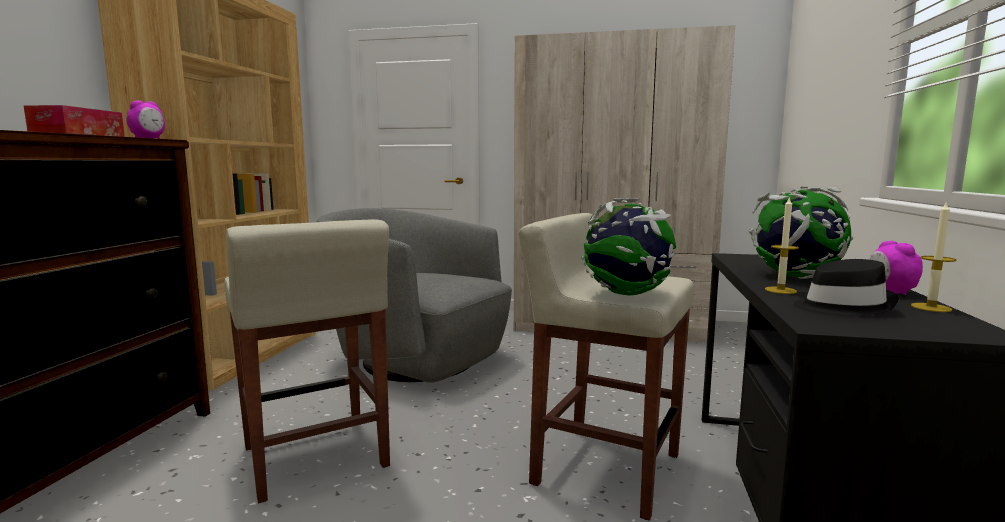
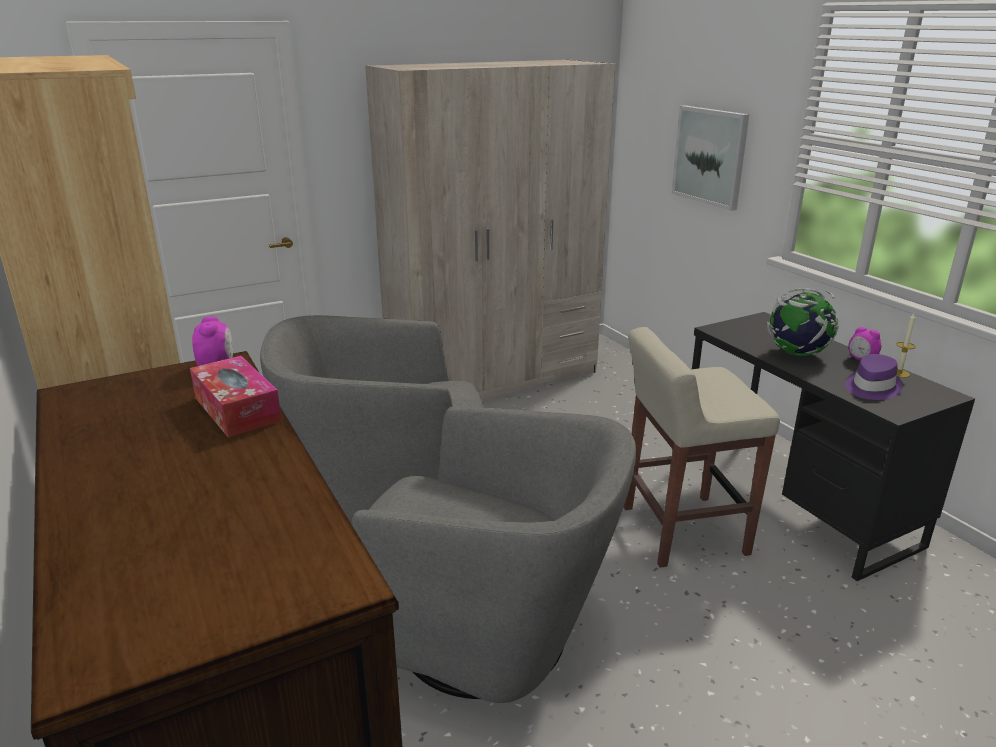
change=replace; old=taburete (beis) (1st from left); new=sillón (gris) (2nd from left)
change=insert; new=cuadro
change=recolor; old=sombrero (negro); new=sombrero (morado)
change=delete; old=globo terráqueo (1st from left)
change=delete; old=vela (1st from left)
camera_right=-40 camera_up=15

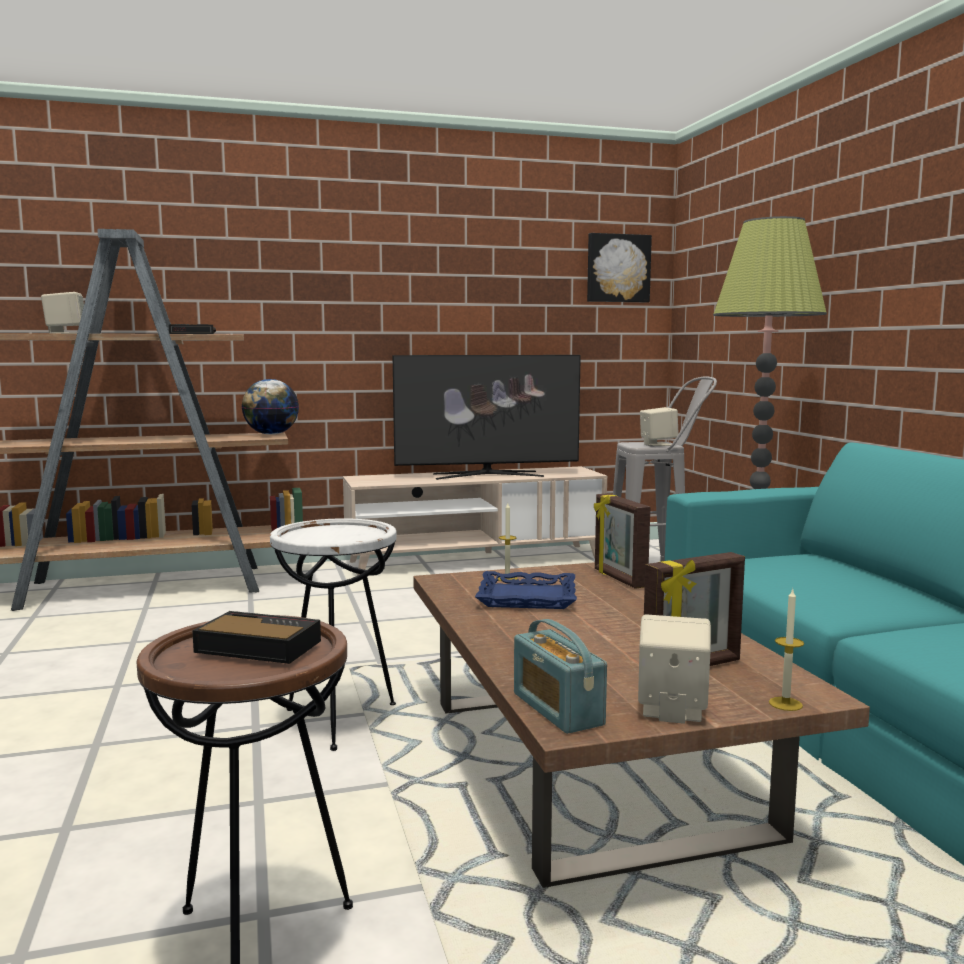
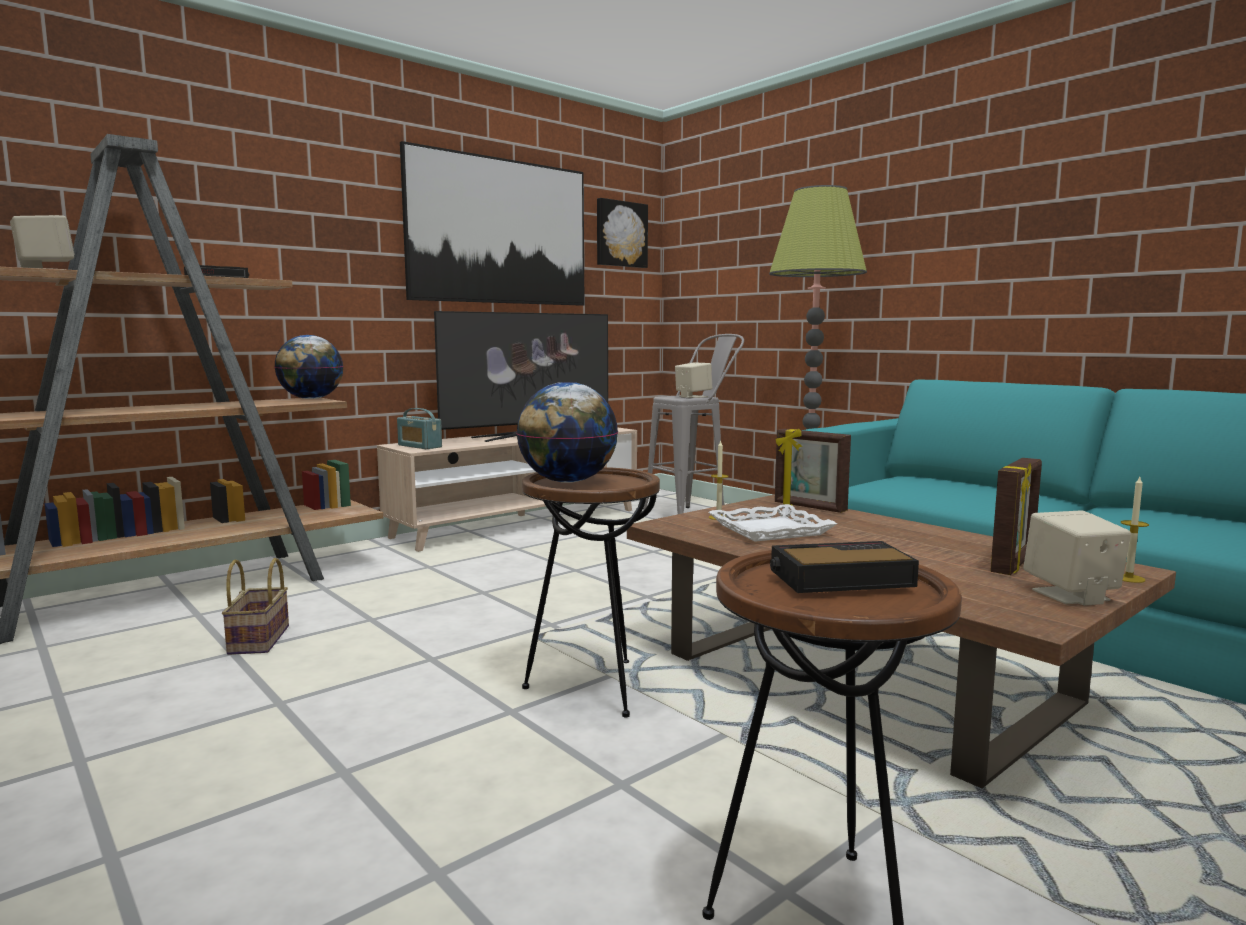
change=insert; new=cesta
change=move; old=radio
change=insert; new=cuadro (1st from left)
change=insert; new=globo terráqueo (2nd from left)
change=recolor; old=mesa auxiliar (blanco); new=mesa auxiliar (marrón) (1st from left)
change=recolor; old=bandeja (azul); new=bandeja (blanco)
camera_right=-25 camera_up=0

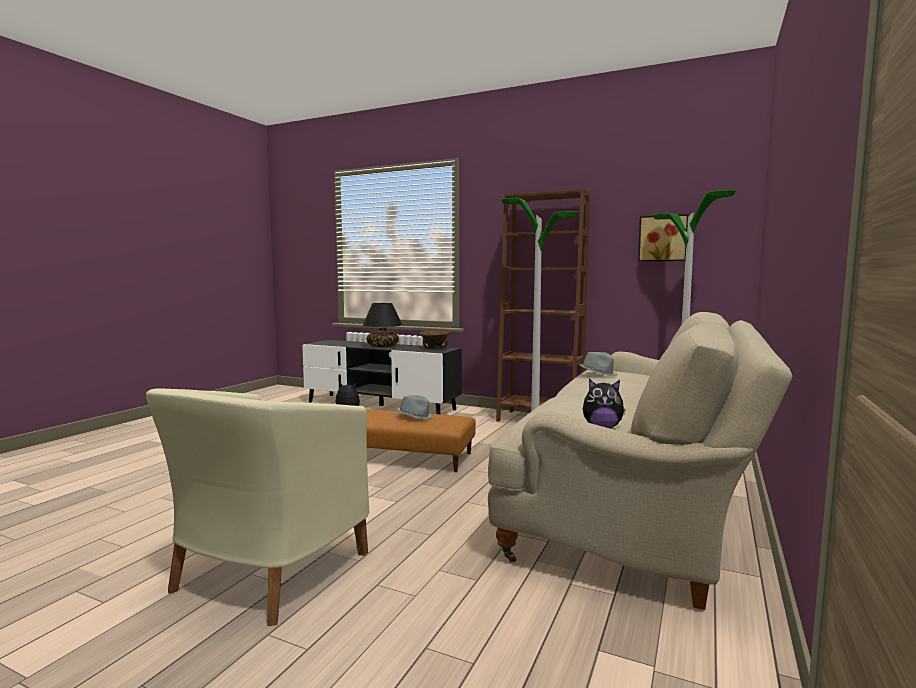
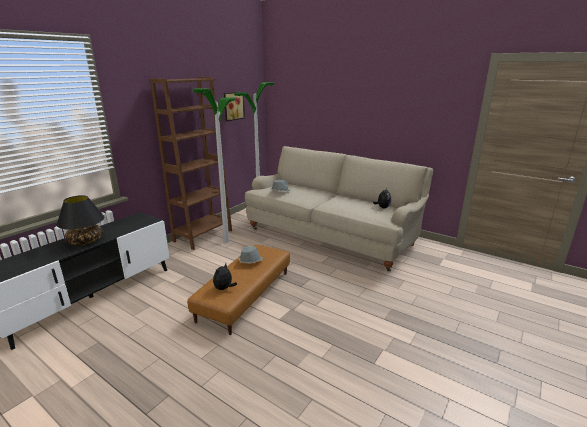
change=delete; old=sillón (beis)
change=delete; old=cuenco (marrón)
camera_right=-80 camera_up=15

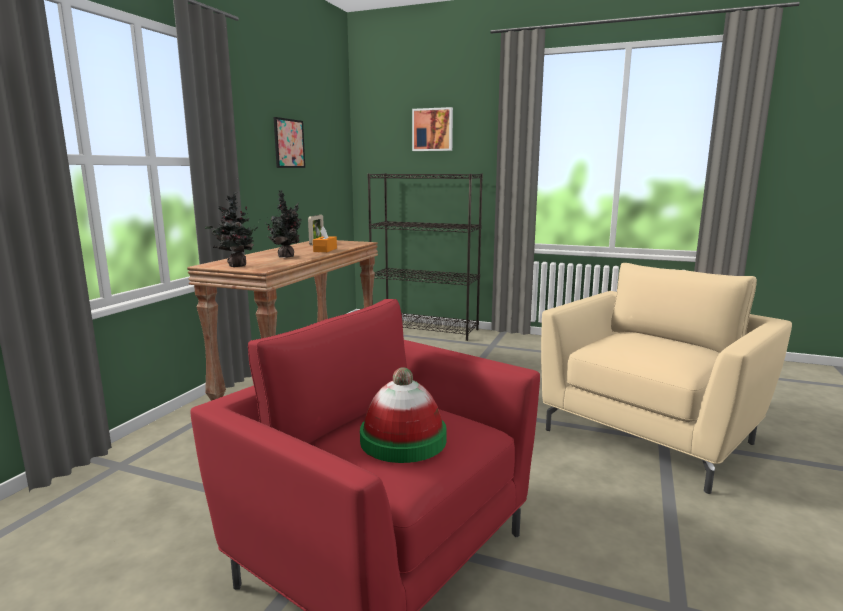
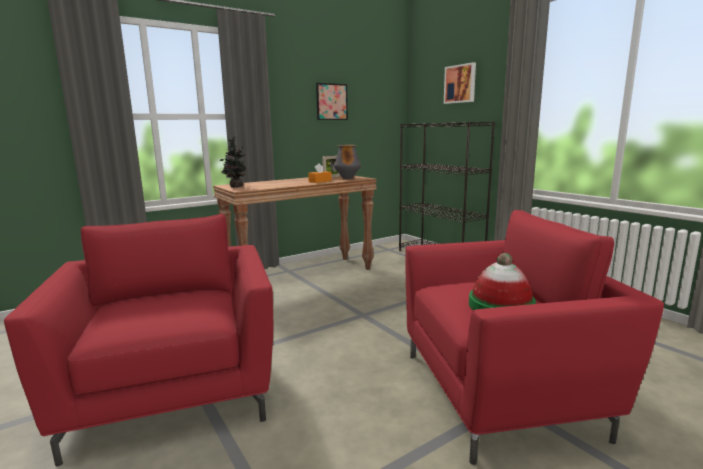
change=insert; new=florero
change=recolor; old=sillón (beis); new=sillón (rojo) (2nd from left)
change=move; old=sombrero
change=delete; old=planta en maceta (2nd from left)
camera_right=35 camera_up=0

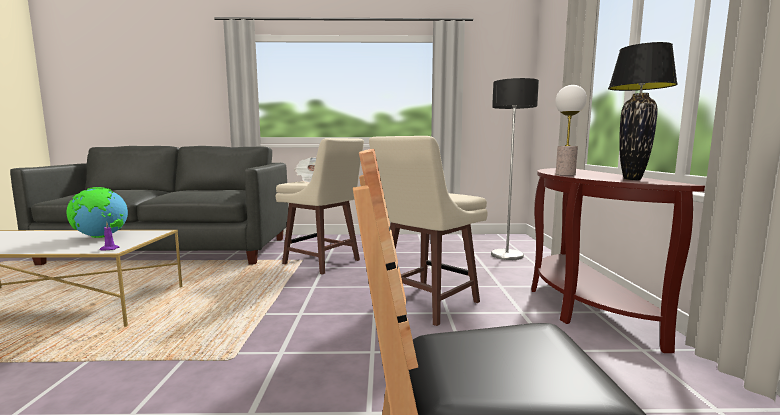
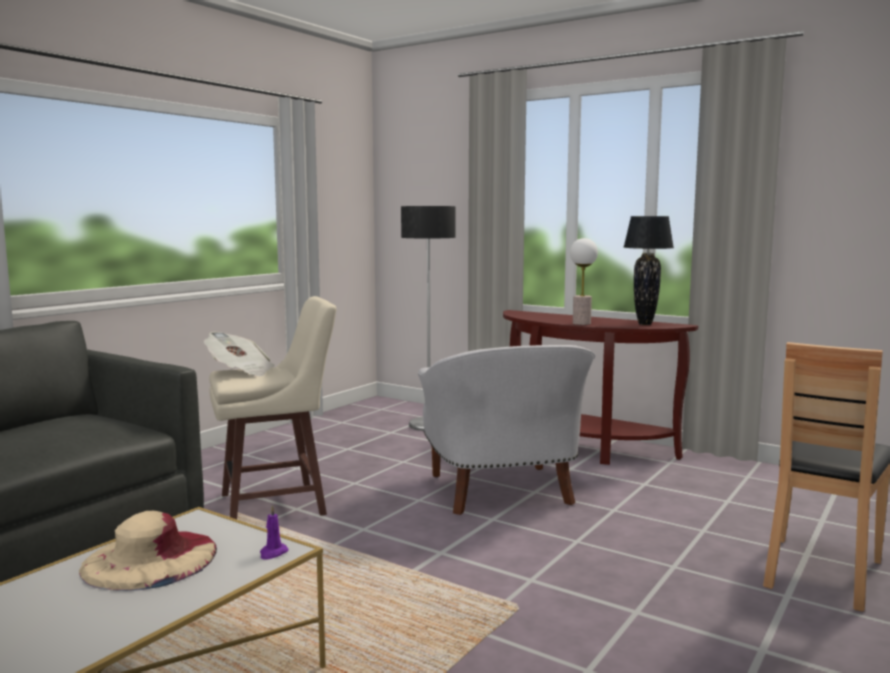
change=replace; old=globo terráqueo; new=sombrero (beis)
change=replace; old=taburete (beis) (2nd from left); new=sillón (blanco)
camera_right=-55 camera_up=0

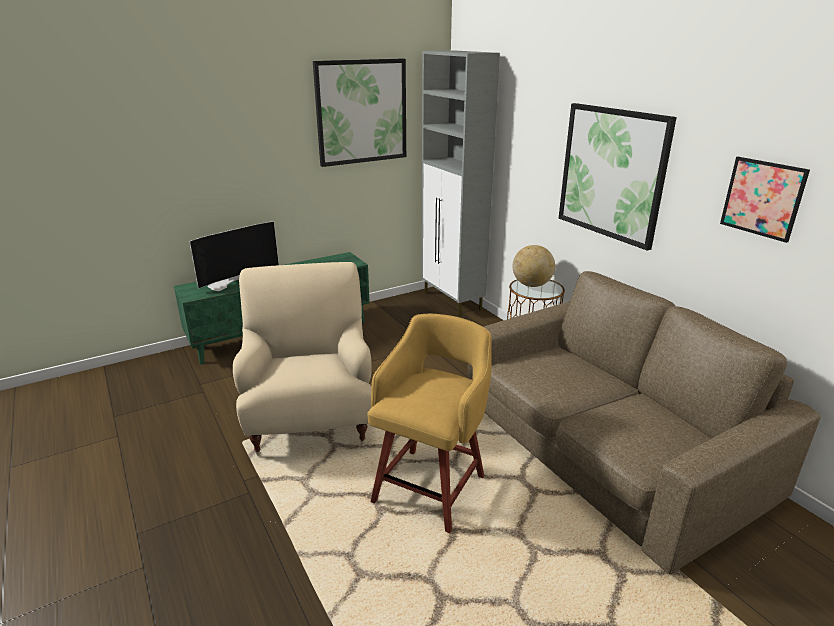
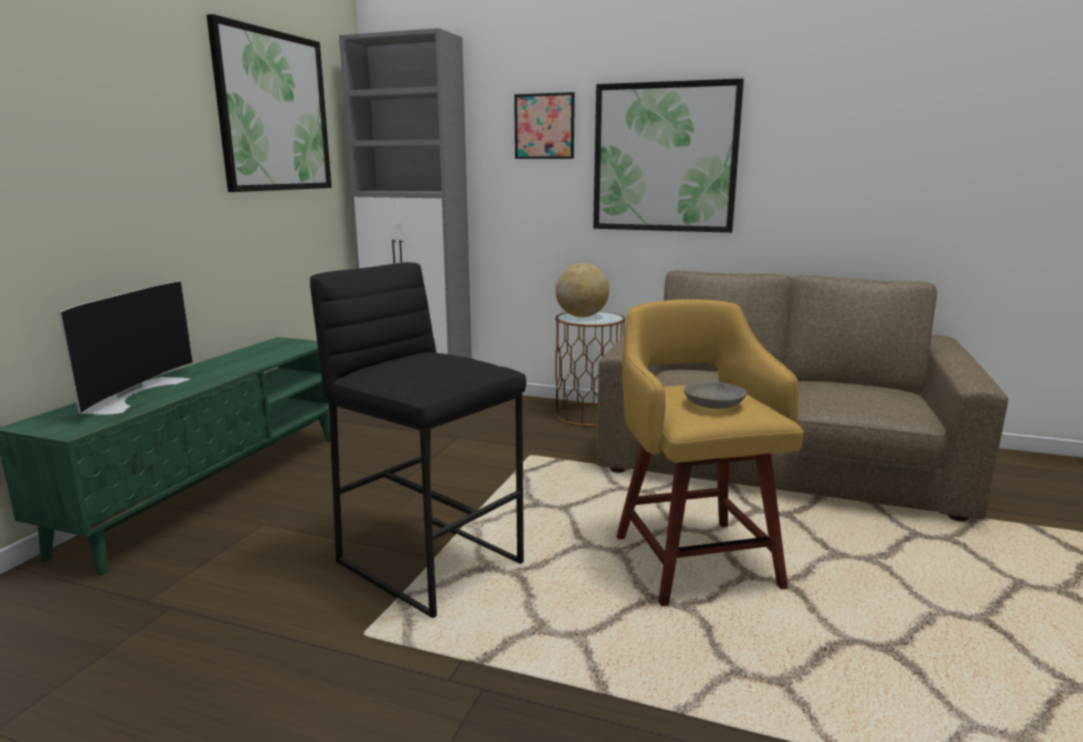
change=replace; old=sillón (beis); new=taburete (negro)
change=move; old=cuadro (3rd from left in the first image); new=cuadro (2nd from left)
change=insert; new=cuenco (gris)
camera_right=-40 camera_up=-10

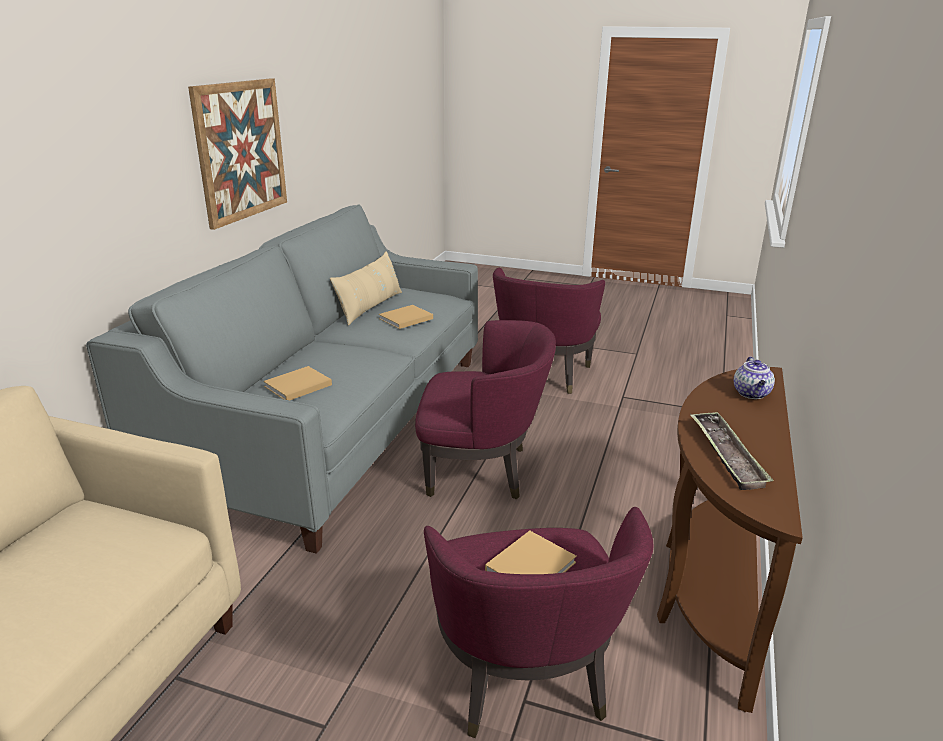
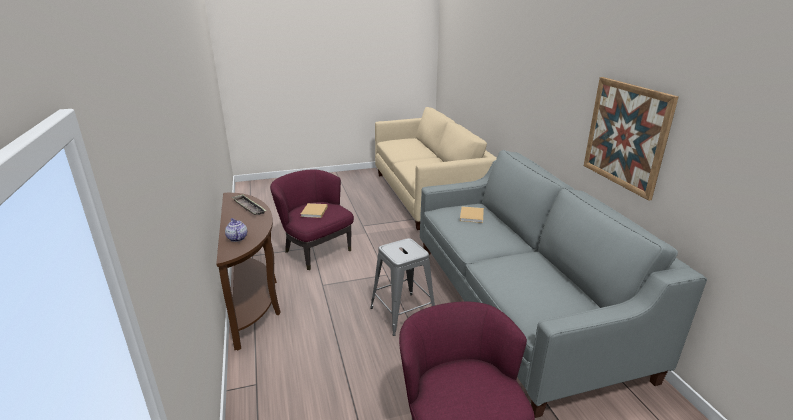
change=replace; old=sillón (morado) (1st from left); new=taburete (gris)
change=delete; old=cojín (beis)
change=delete; old=libro (beis) (2nd from left)
camera_right=145 camera_up=0

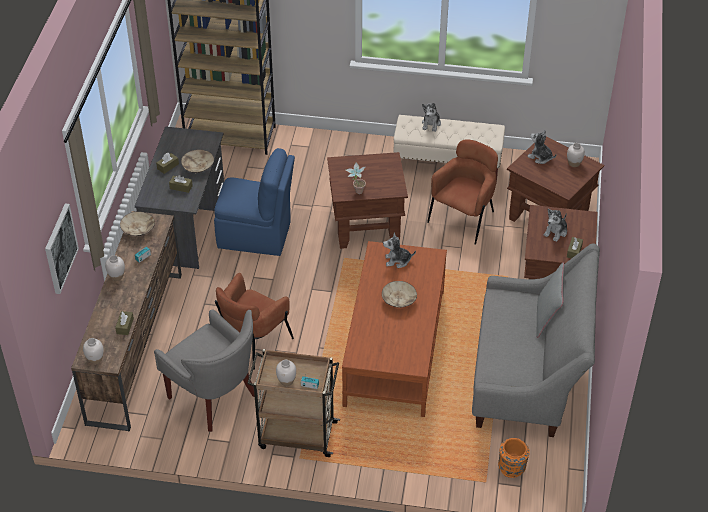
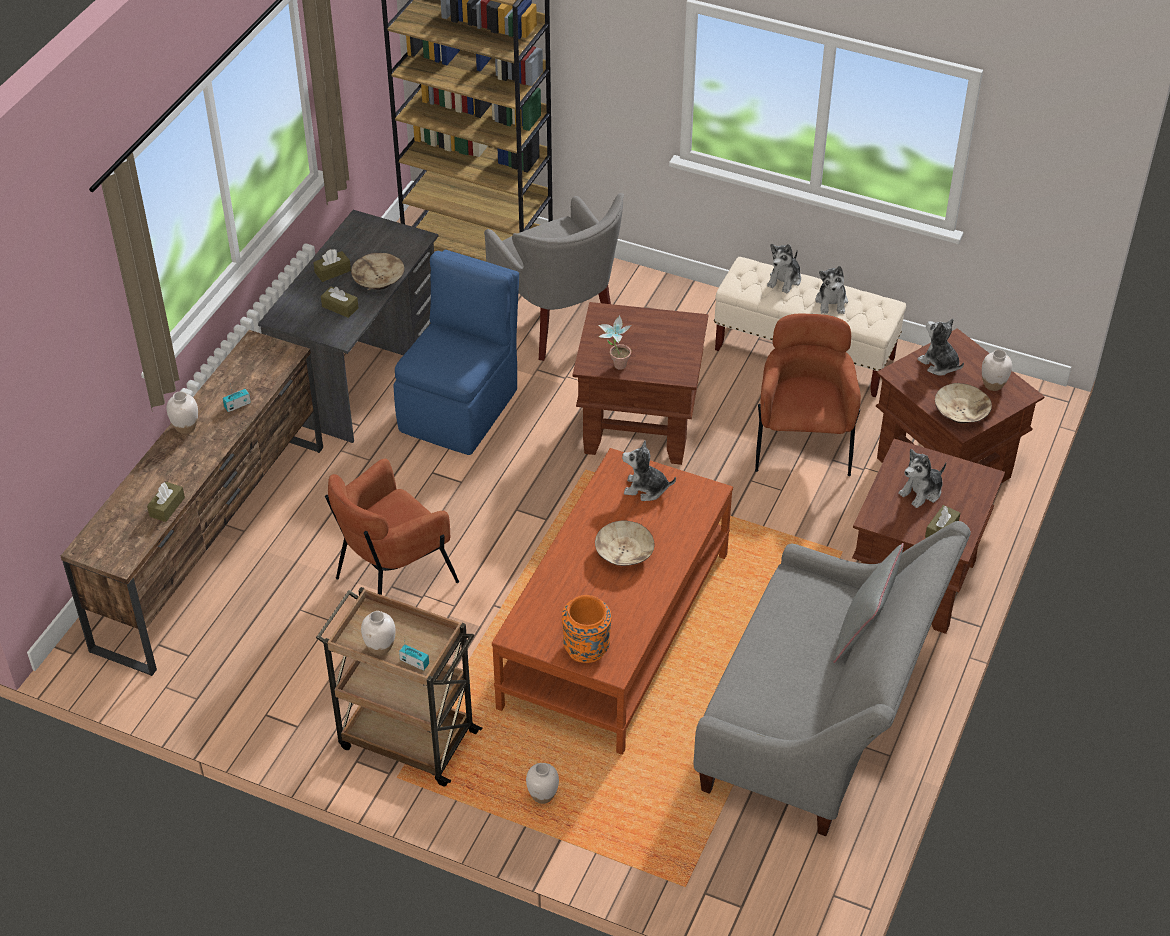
change=rotate; old=silla (azul); degrees=-90
change=move; old=sillón (gris)
change=move; old=florero (blanco) (1st from left in the first image); new=florero (blanco) (3rd from left)
change=move; old=florero (naranja)
change=rotate; old=sillón (marrón) (2nd from left); degrees=-45
change=insert; new=peluche (3rd from left)
change=move; old=cuenco (beis) (1st from left in the first image); new=cuenco (beis) (3rd from left)
change=delete; old=cuadro
camera_right=15 camera_up=0

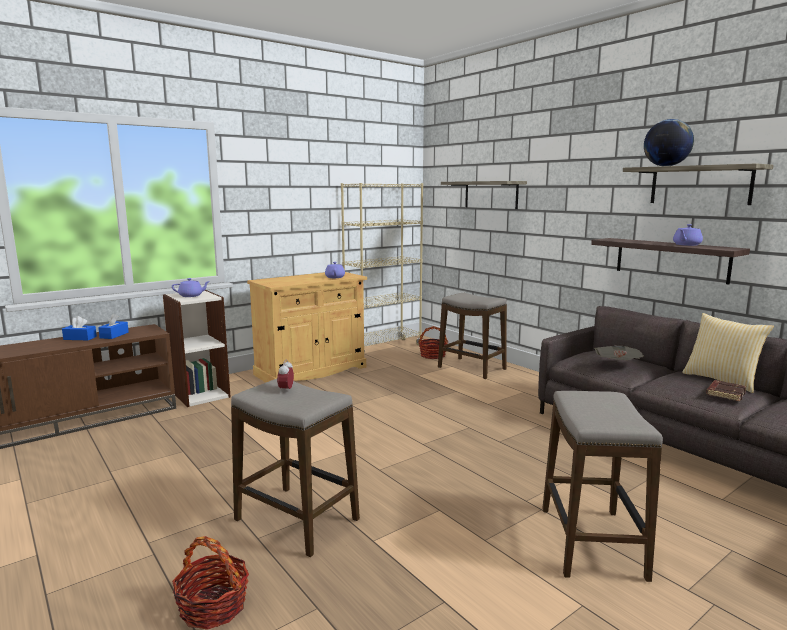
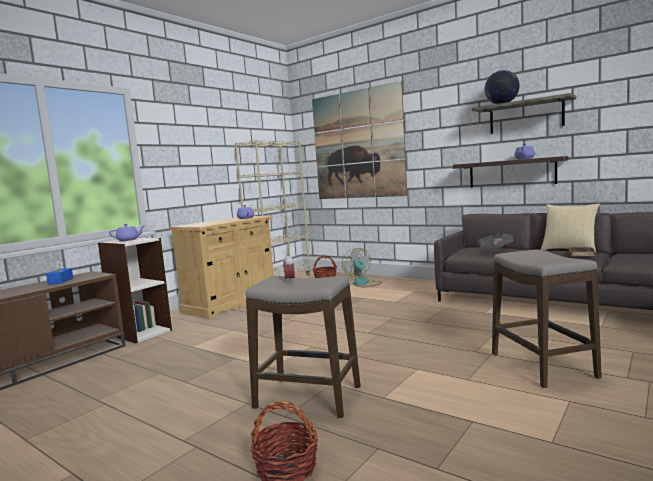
change=replace; old=estante (1st from left); new=cuadro
change=replace; old=taburete (2nd from left); new=ventilador
change=delete; old=caja de pañuelos (azul) (1st from left)
camera_right=-15 camera_up=-5

